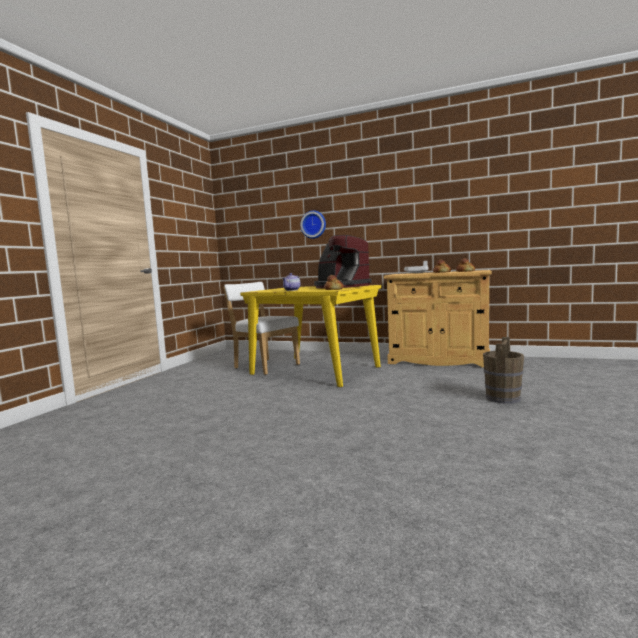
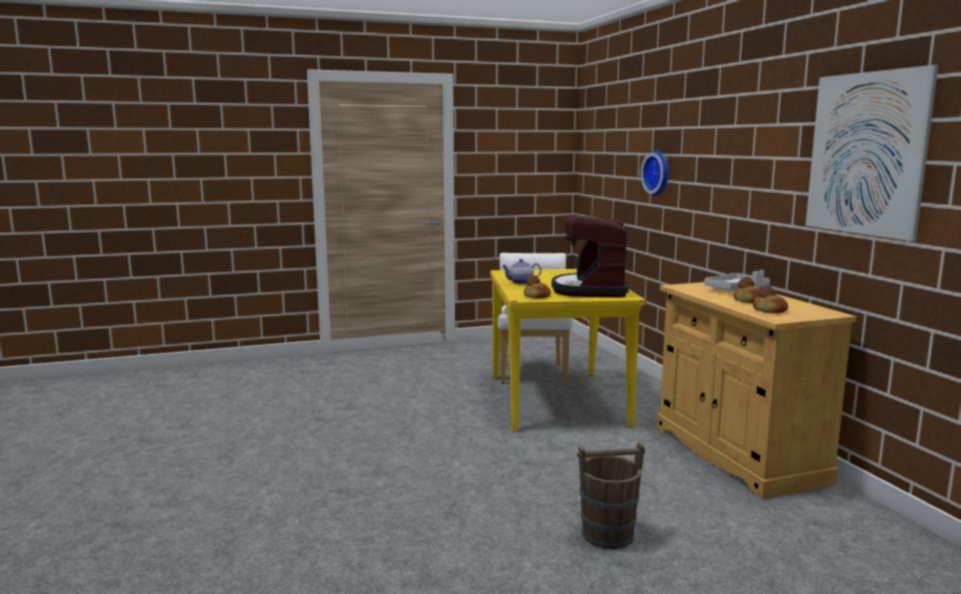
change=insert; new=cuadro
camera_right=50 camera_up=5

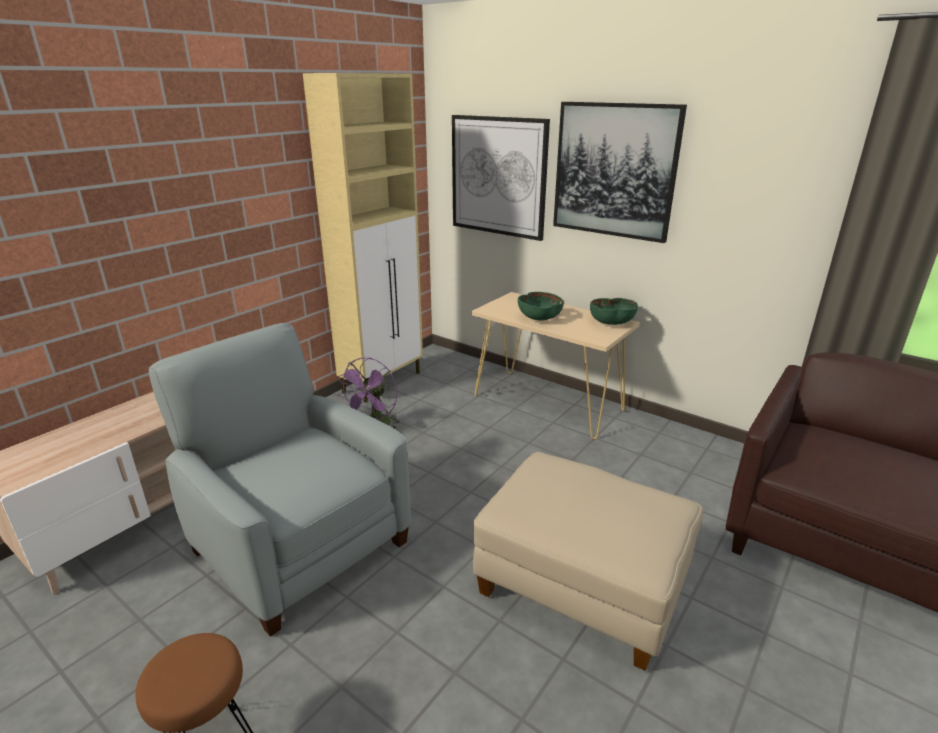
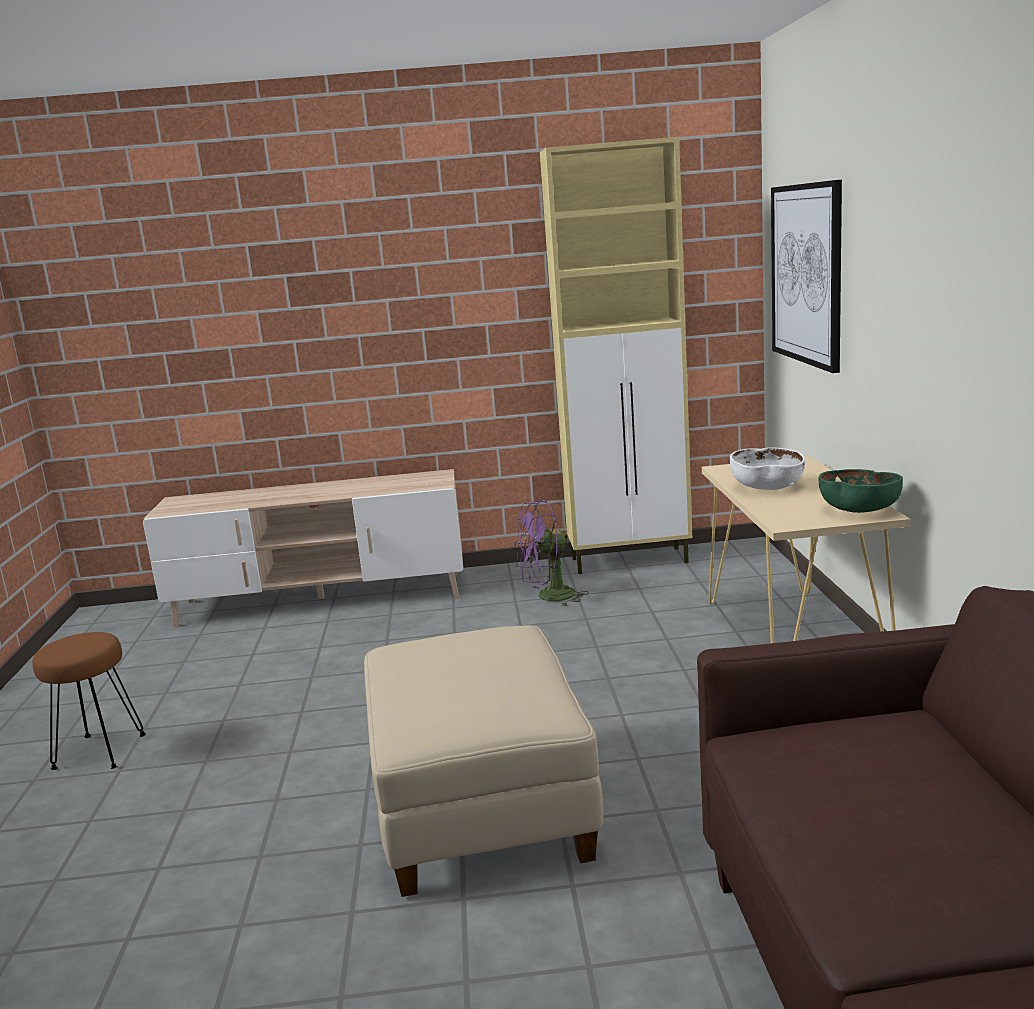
change=recolor; old=cuenco (verde) (1st from left); new=cuenco (blanco)
change=delete; old=sillón (gris)
change=delete; old=cuadro (2nd from left)
camera_right=50 camera_up=-10

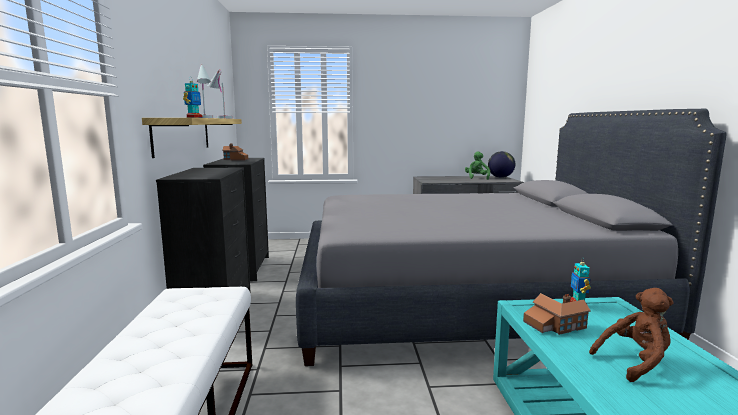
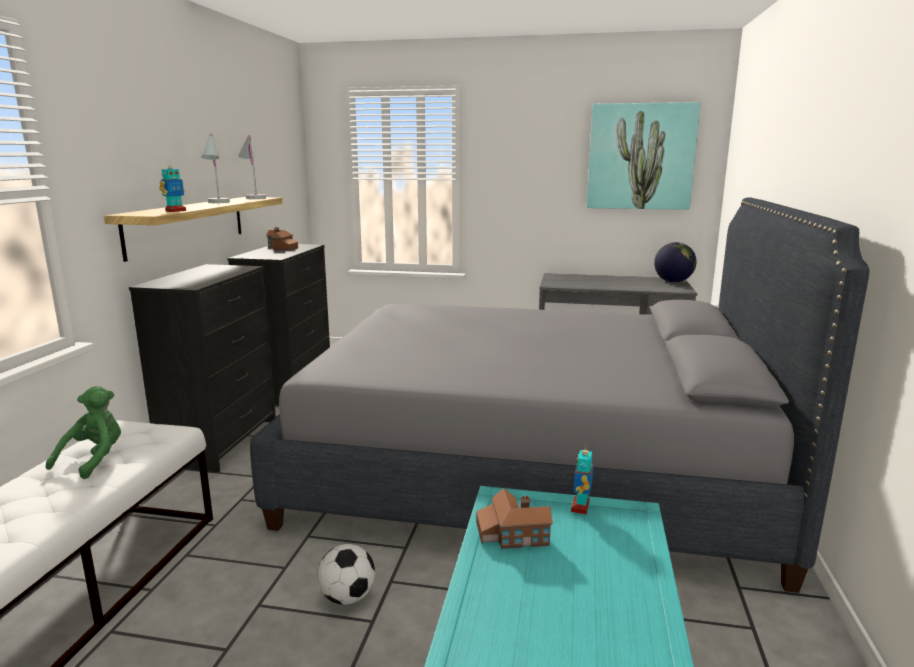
change=move; old=peluche (verde)
change=insert; new=balón de fútbol
change=insert; new=cuadro
change=delete; old=peluche (marrón)
camera_right=15 camera_up=5

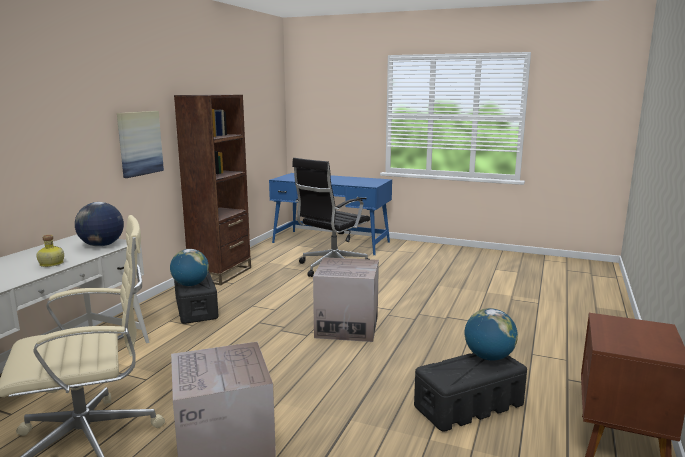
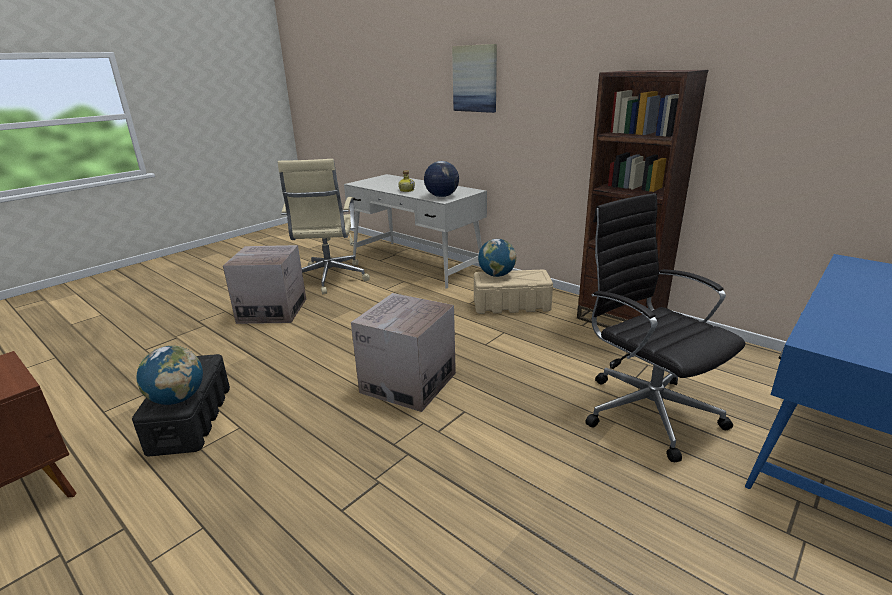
change=move; old=cuadro
change=recolor; old=caja de almacenaje (negro) (1st from left); new=caja de almacenaje (beis)
camera_right=110 camera_up=10

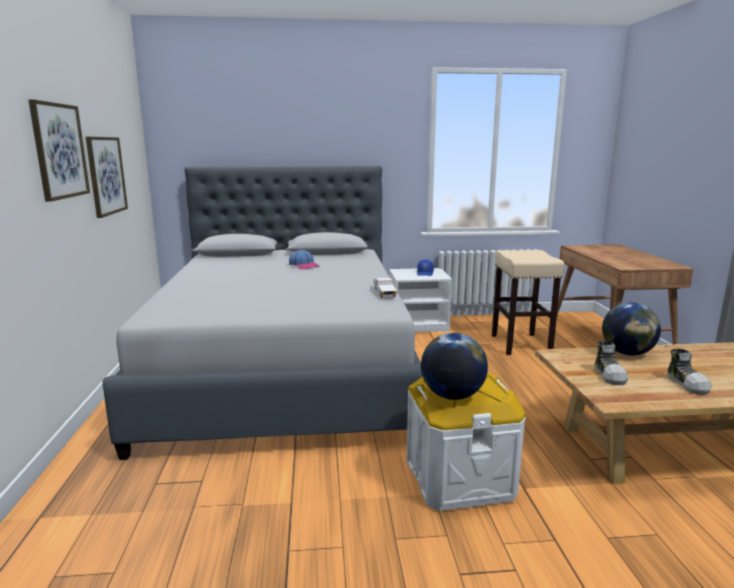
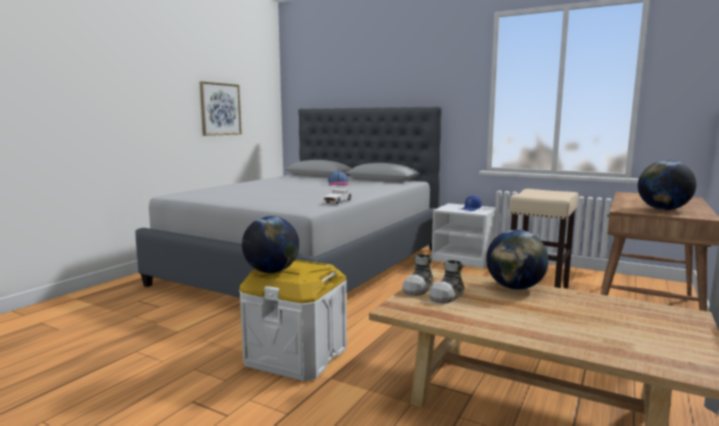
change=move; old=zapato (2nd from left in the first image); new=zapato (1st from left)
change=insert; new=globo terráqueo (3rd from left)
change=delete; old=cuadro (1st from left)
camera_right=35 camera_up=-5

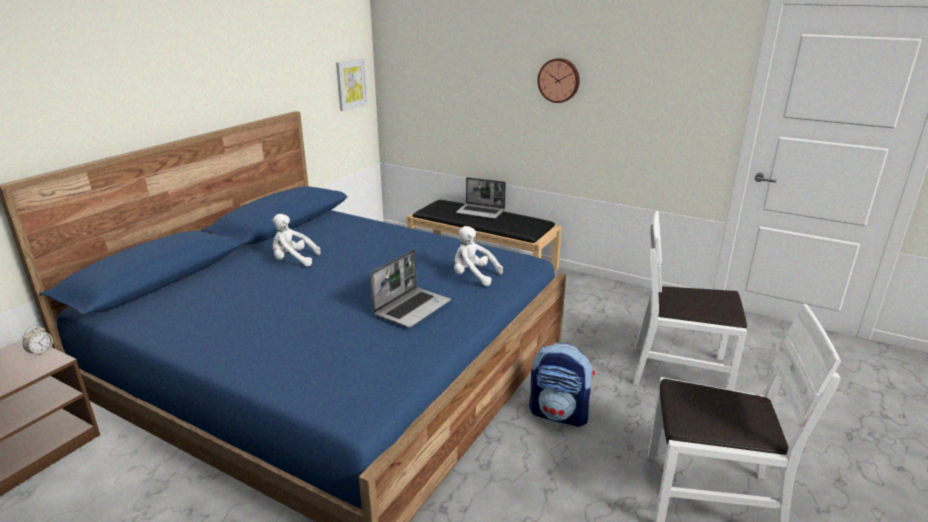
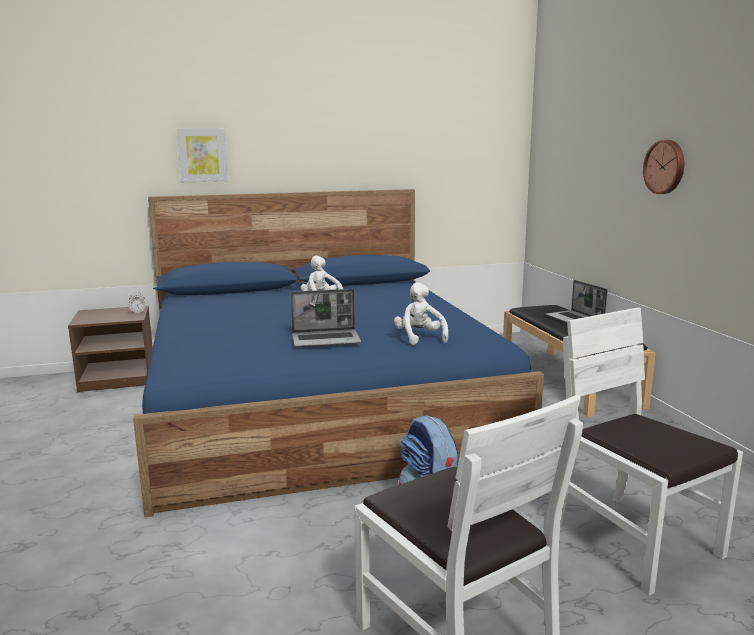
change=move; old=cuadro
camera_right=45 camera_up=-10

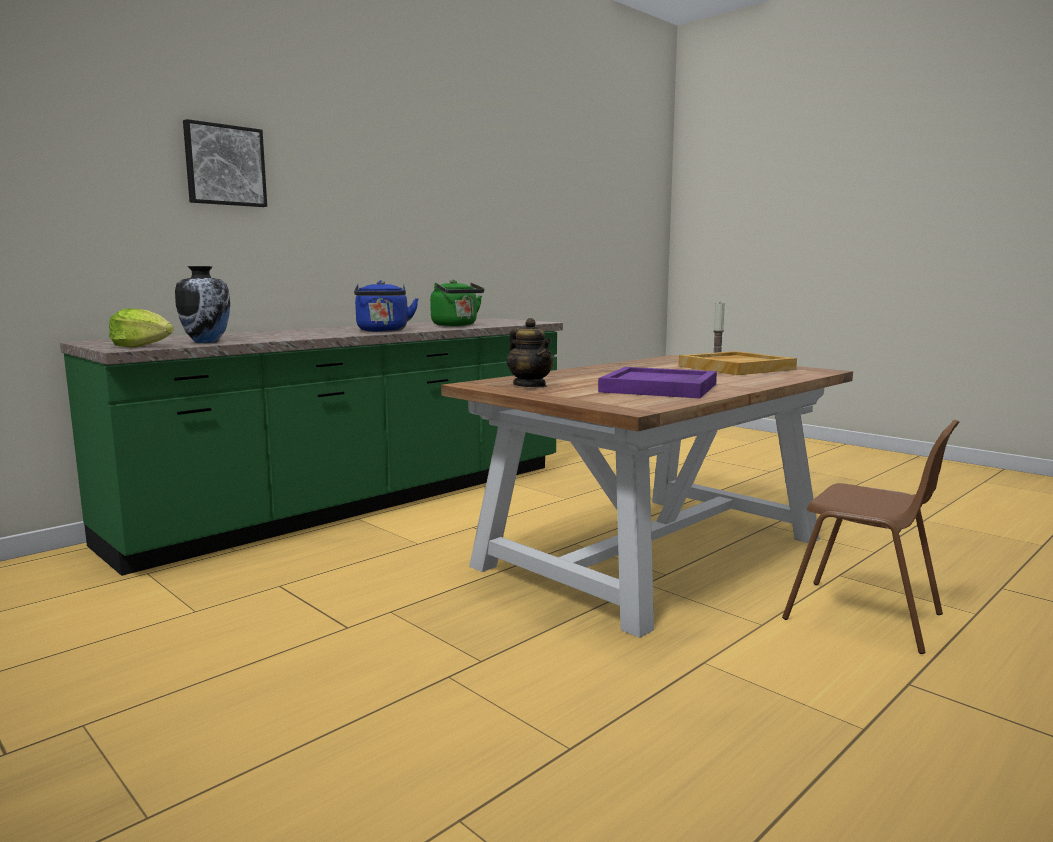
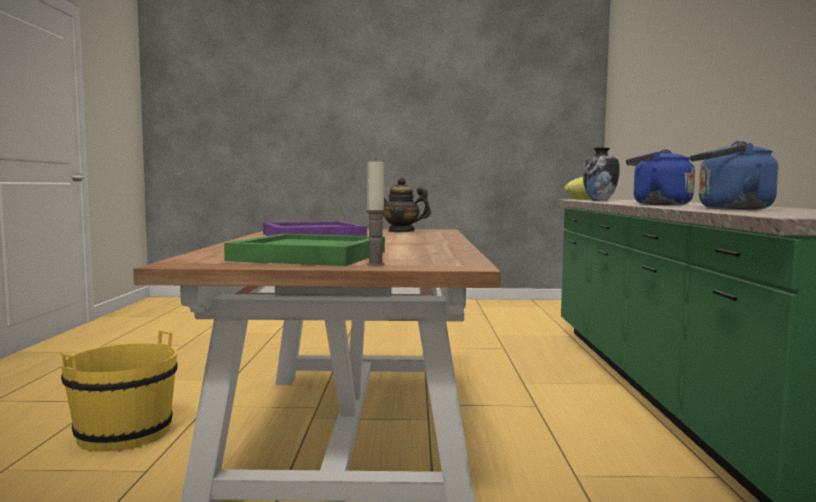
change=replace; old=silla (marrón); new=cubo (amarillo)
change=recolor; old=bandeja (beis); new=bandeja (verde)
change=recolor; old=hervidor (verde); new=hervidor (azul) (2nd from left)
change=delete; old=cuadro
camera_right=135 camera_up=-5

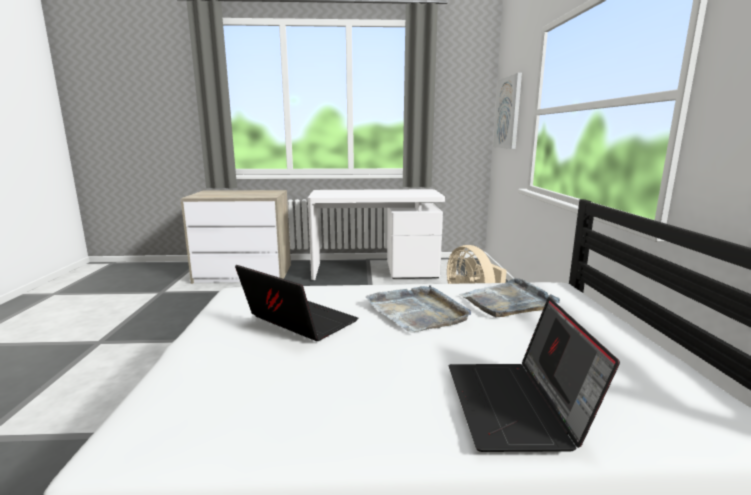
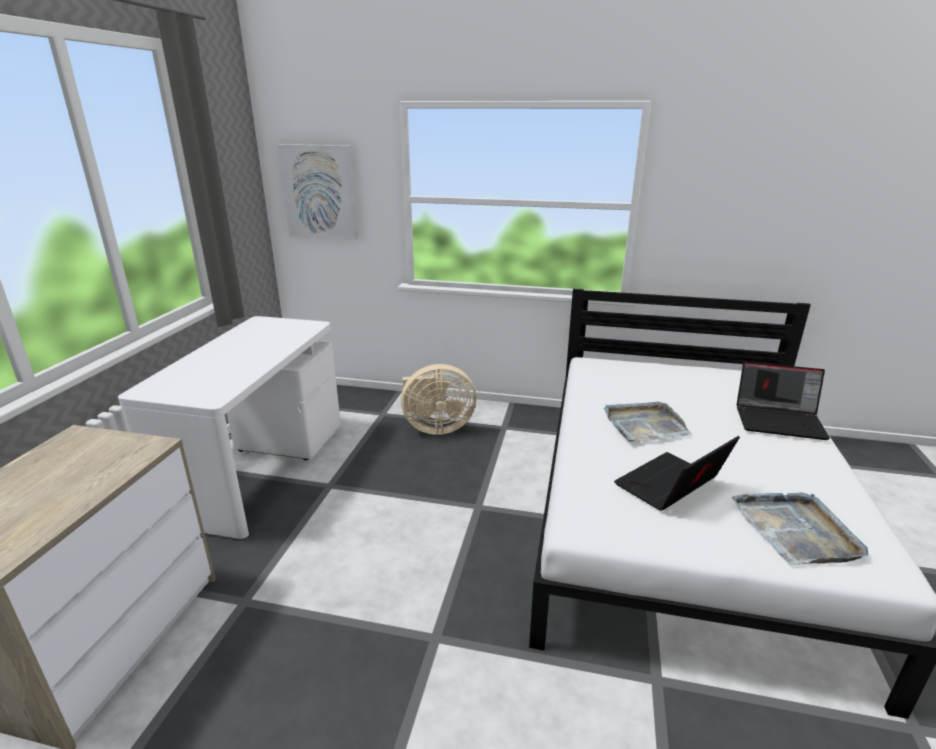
change=move; old=bandeja (gris) (2nd from left)
camera_right=-75 camera_up=10

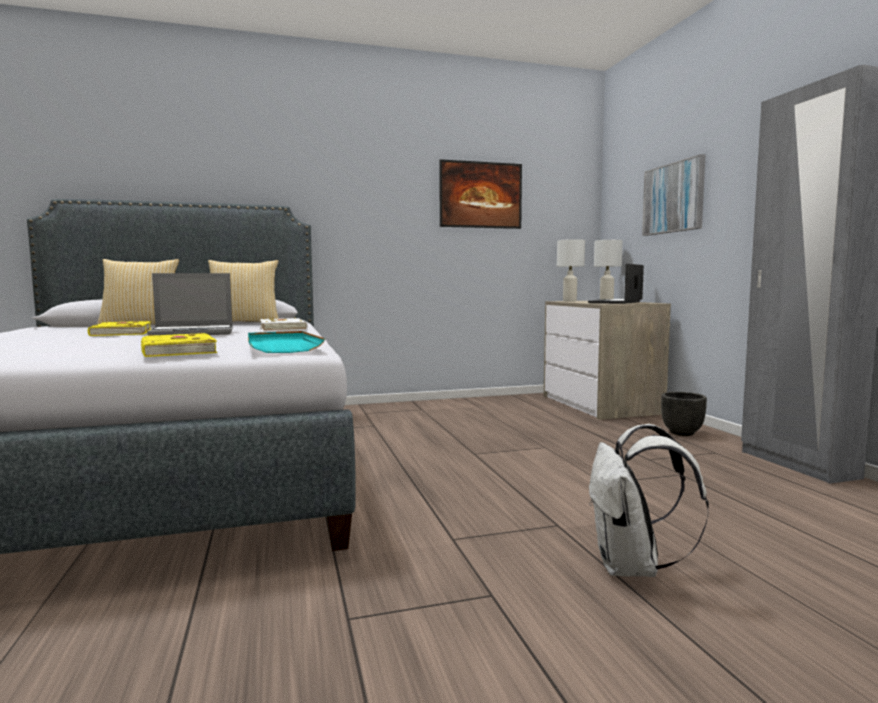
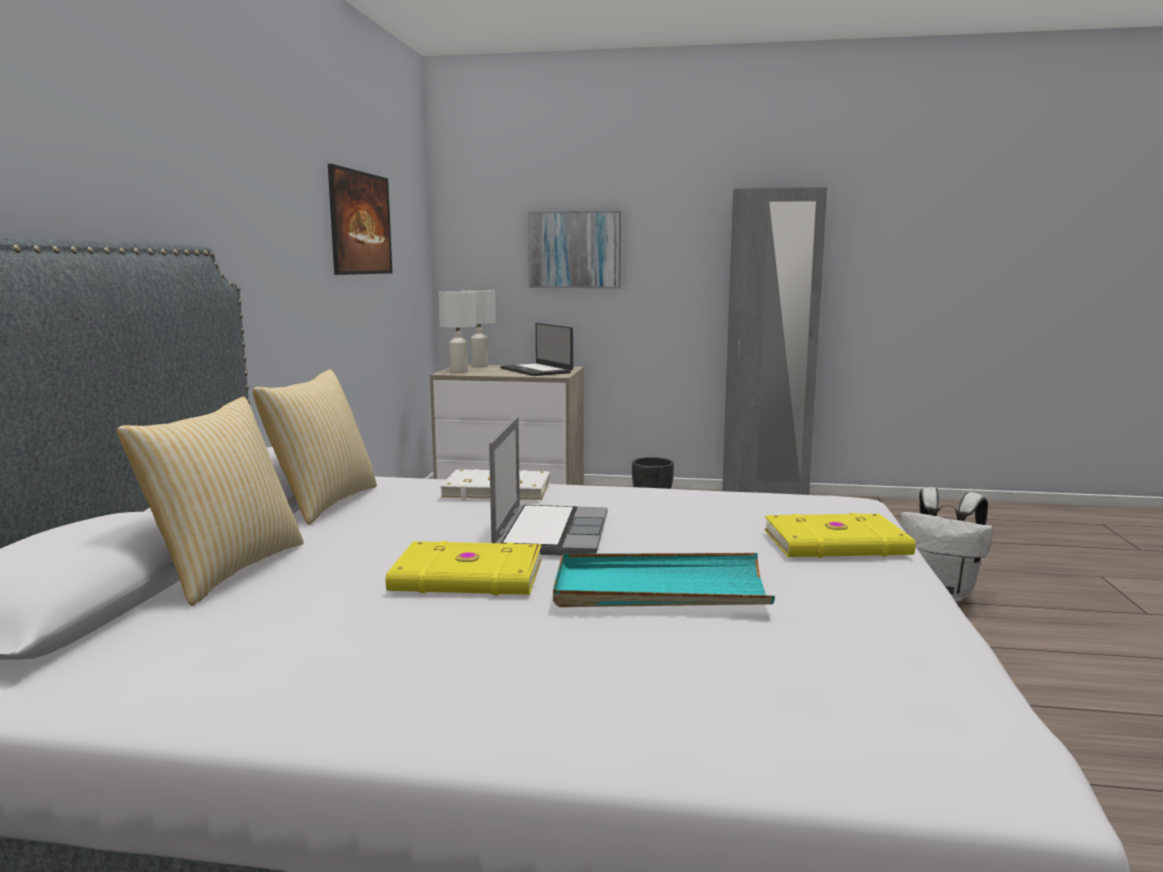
change=move; old=bandeja (turquesa)
camera_right=-65 camera_up=5

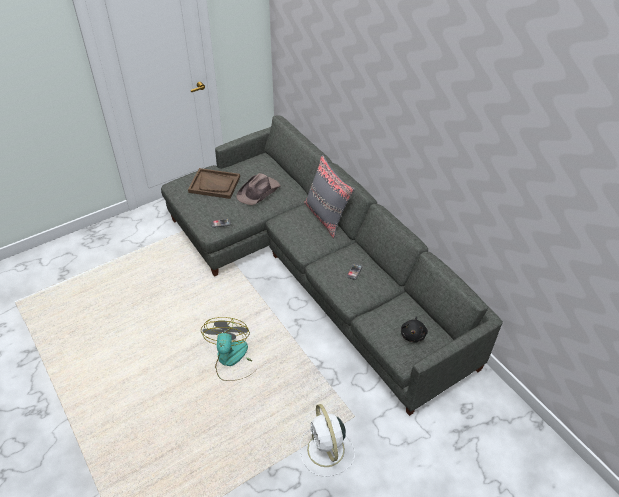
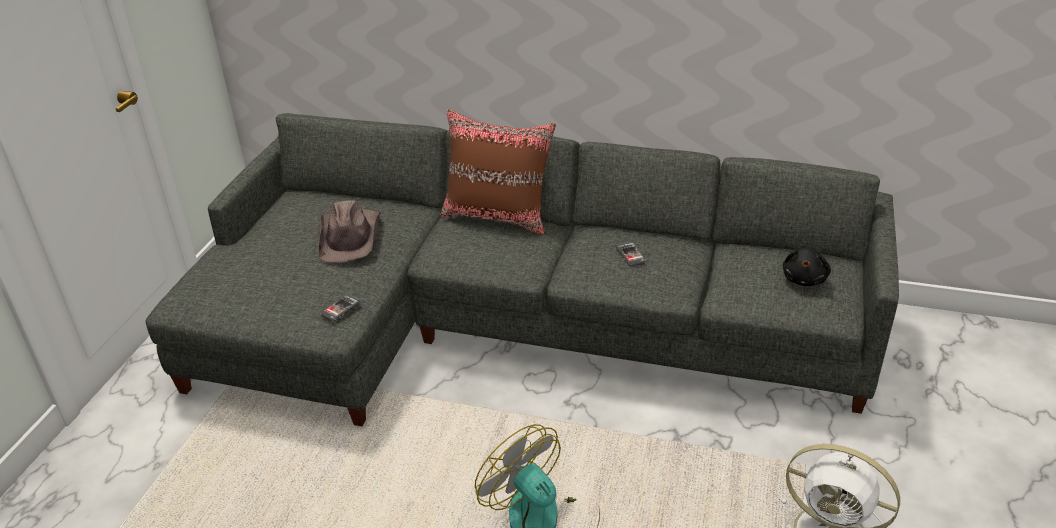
change=recolor; old=cojín (gris); new=cojín (marrón)
change=rotate; old=peluche (negro); degrees=45
change=delete; old=bandeja (marrón)
camera_right=-40 camera_up=-10

